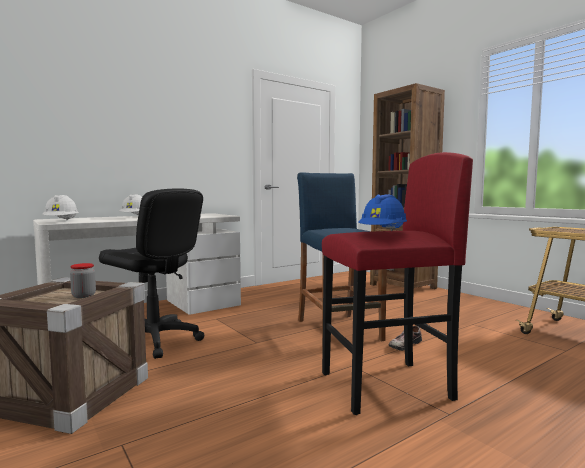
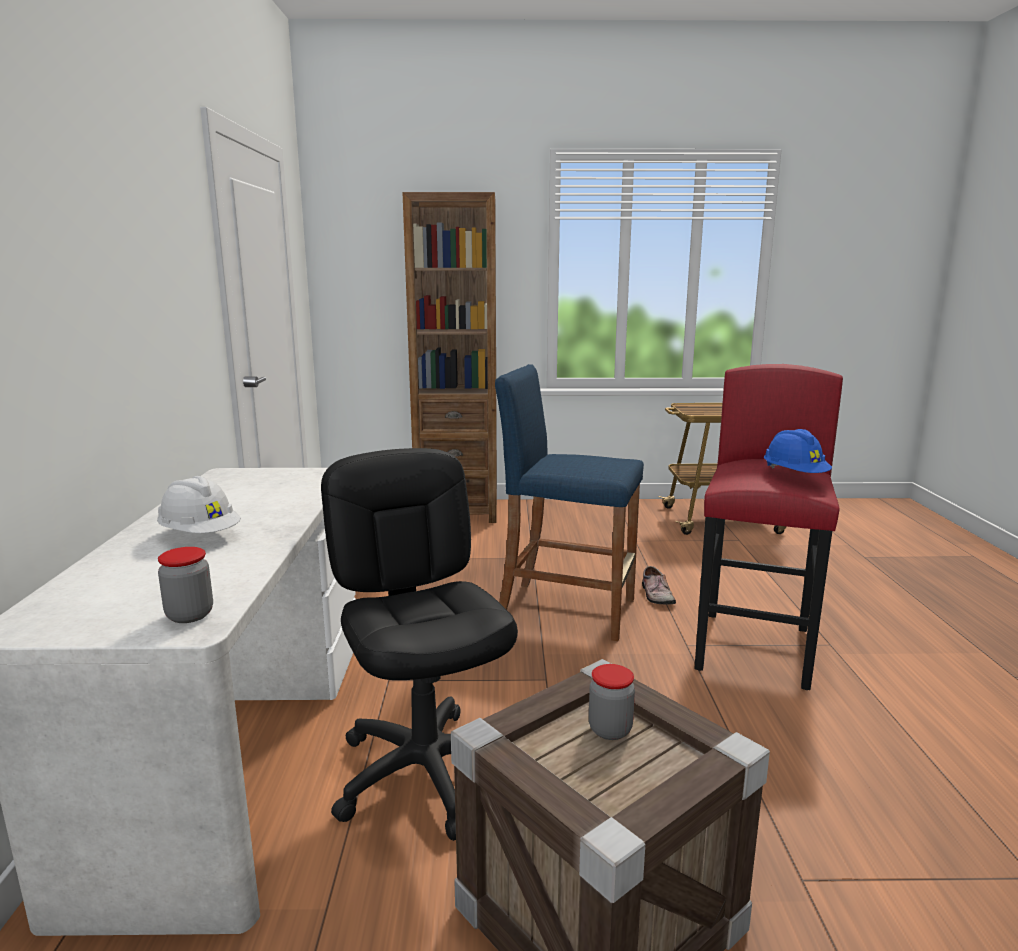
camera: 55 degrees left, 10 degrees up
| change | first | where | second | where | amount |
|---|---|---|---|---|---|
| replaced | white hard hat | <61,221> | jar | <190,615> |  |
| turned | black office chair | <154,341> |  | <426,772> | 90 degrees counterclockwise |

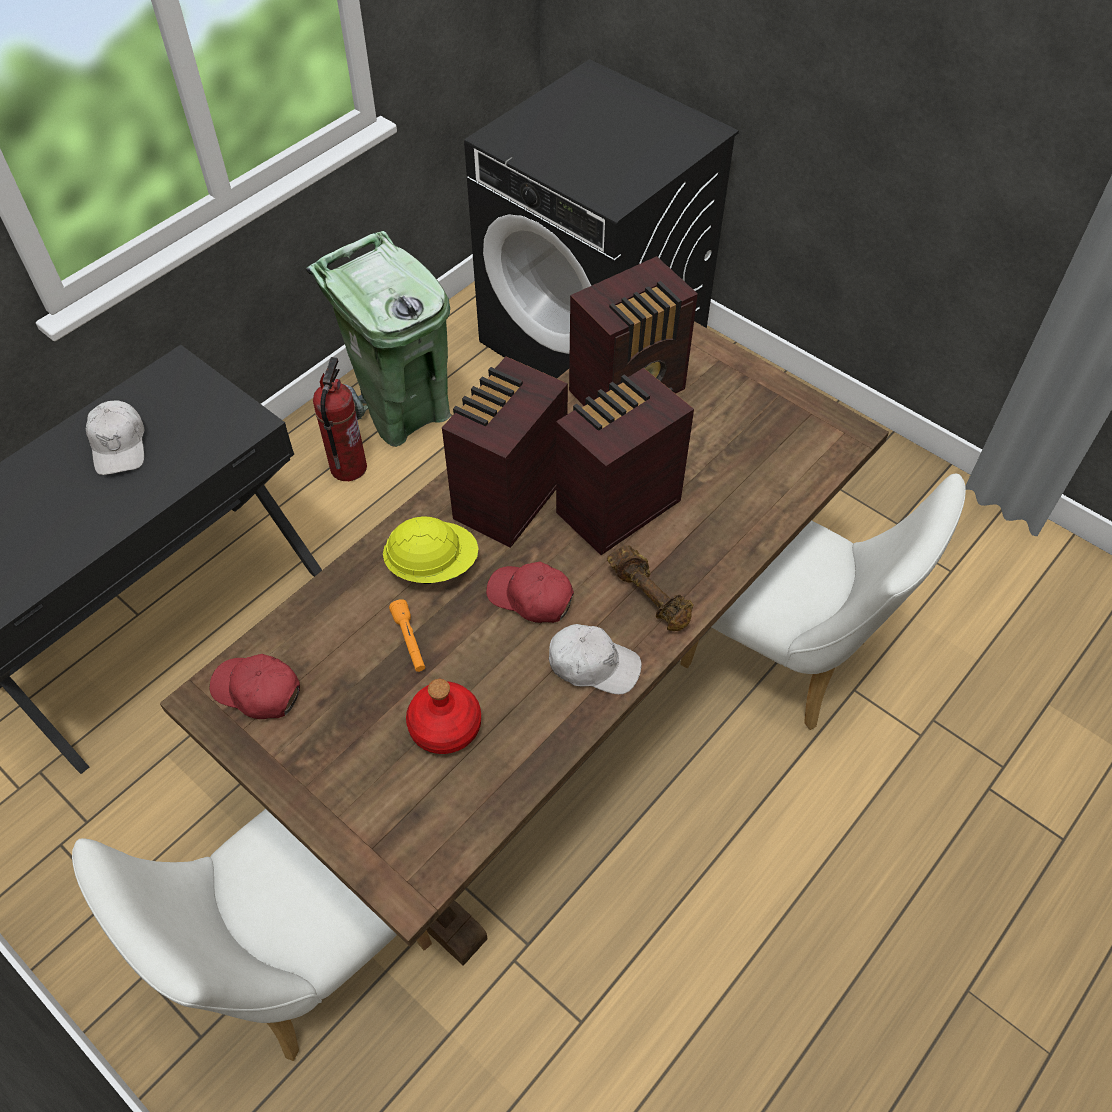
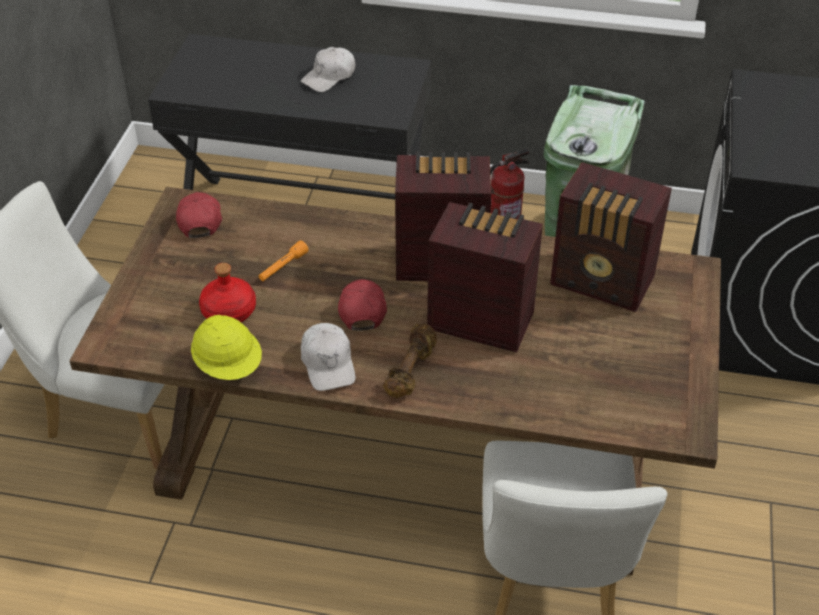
camera: 60 degrees right, 10 degrees down
| change | first | where | second | where | amount |
|---|---|---|---|---|---|
| moved | yellow hard hat | <433,565> |  | <229,365> |  |

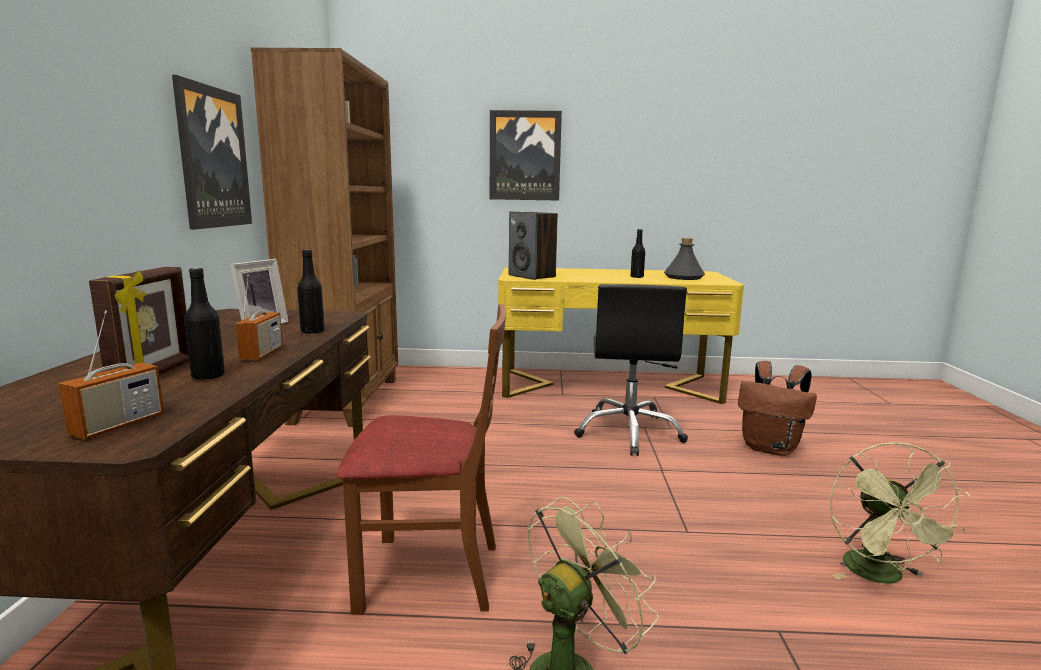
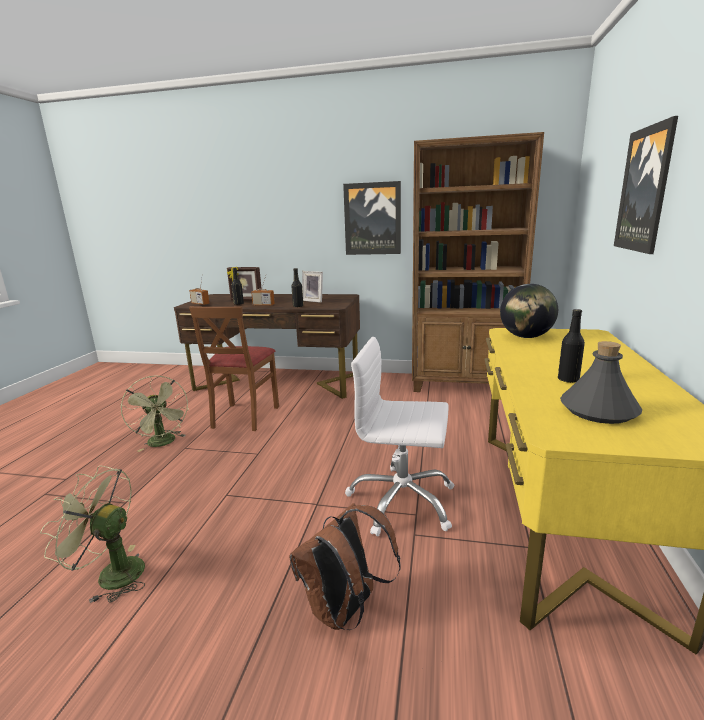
camera: 100 degrees right, 5 degrees up
| change | first | where | second | where | amount |
|---|---|---|---|---|---|
| recoloured | black office chair | <629,432> | white office chair | <401,501> |  |
| replaced | speaker | <532,276> | globe | <526,337> |  |

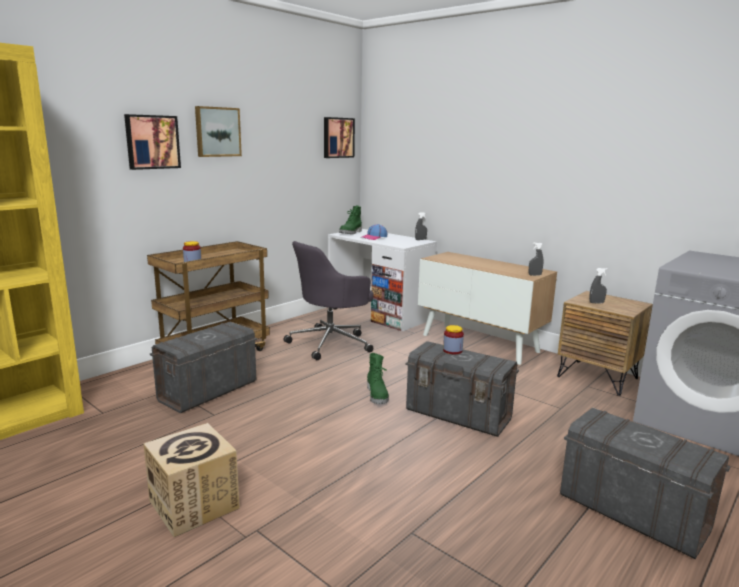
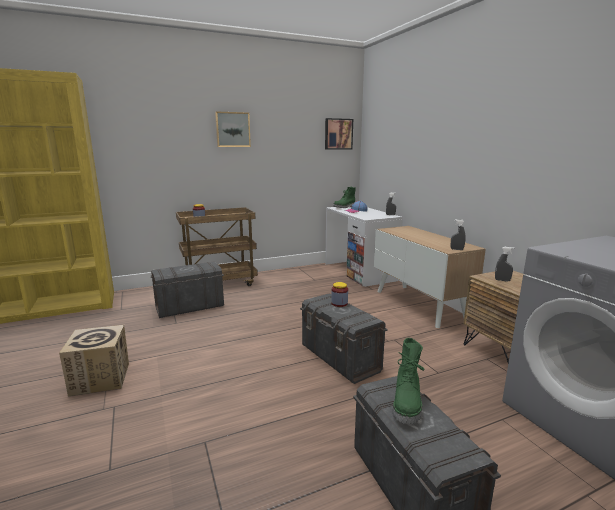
camera: 25 degrees right, 0 degrees up
| change | first | where | second | where | amount |
|---|---|---|---|---|---|
| moved | green boot | <377,395> |  | <407,403> |  |
| removed | picture | <152,142> |  |  |  |
| removed | grey office chair | <331,343> |  |  |  |

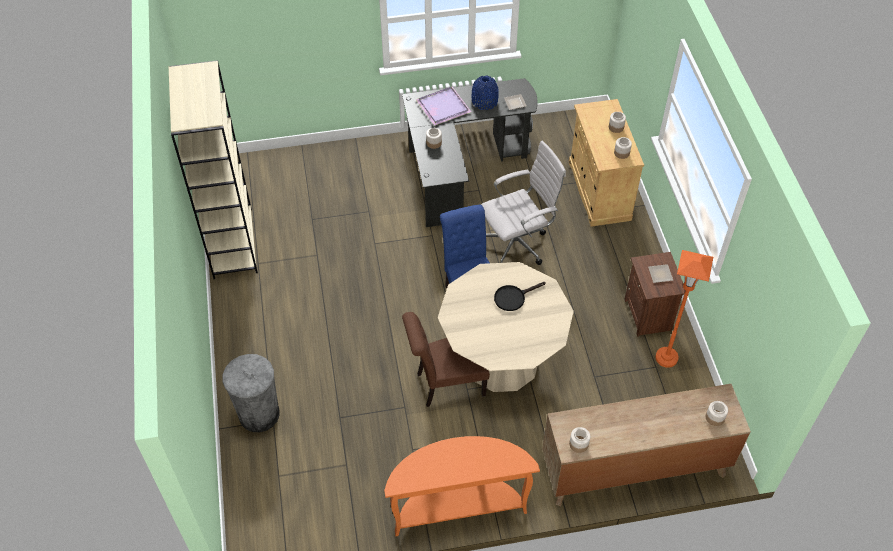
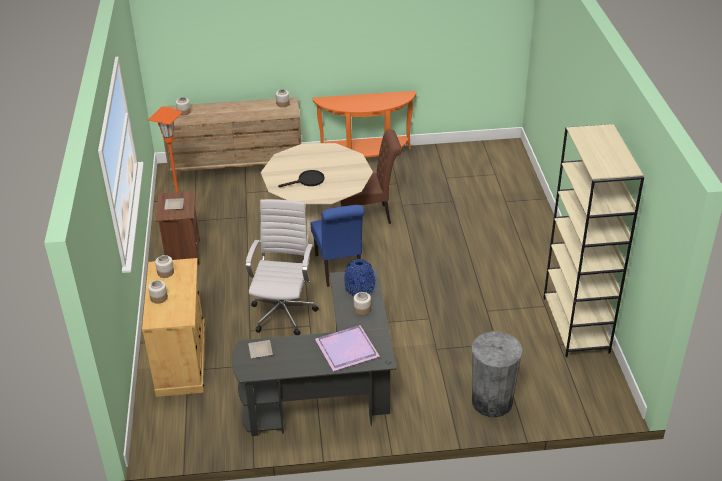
camera: 175 degrees left, 15 degrees down
| change | first | where | second | where | amount |
|---|---|---|---|---|---|
| turned | white office chair | <518,244> |  | <284,312> | 120 degrees clockwise |
| moved | blue vase | <484,101> |  | <359,288> |  |
| moved | grey trash can | <259,414> |  | <492,402> |  |

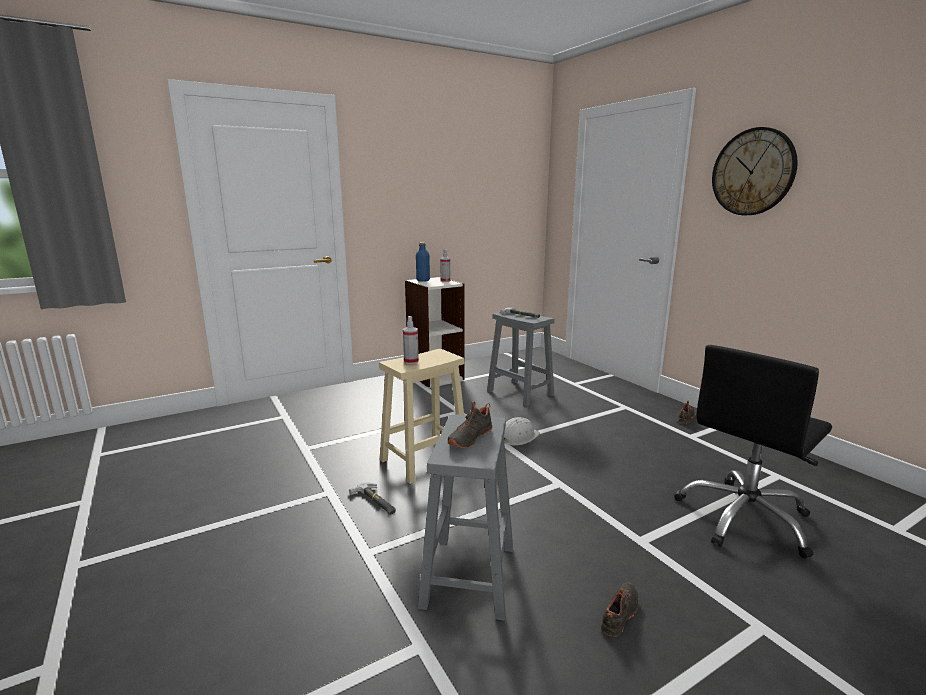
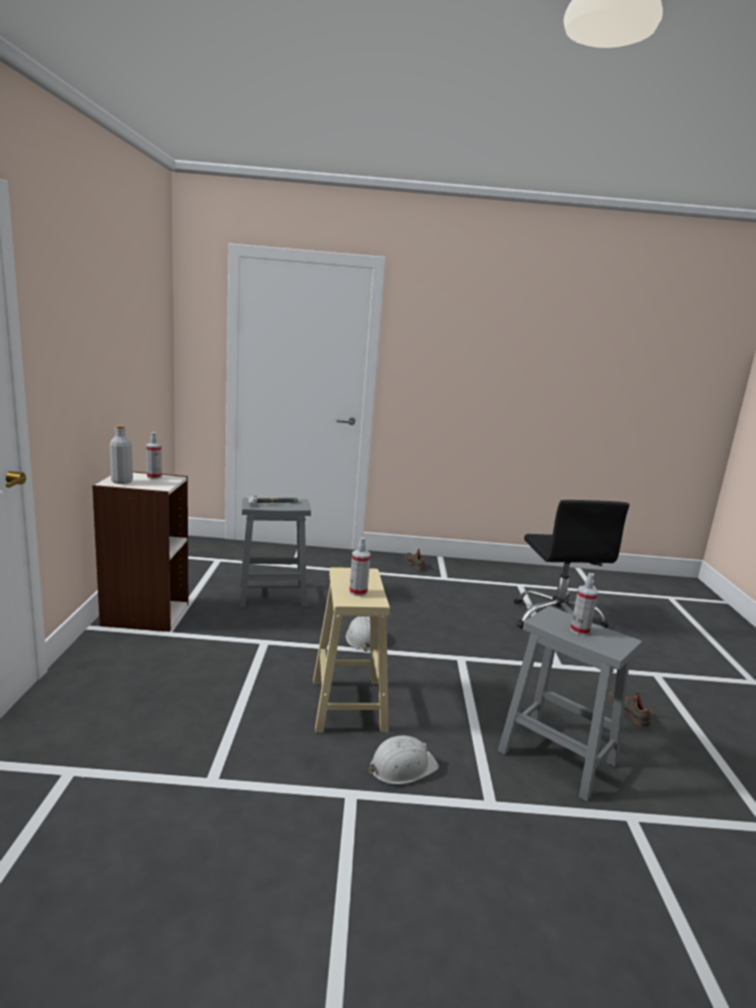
camera: 60 degrees left, 0 degrees up
| change | first | where | second | where | amount |
|---|---|---|---|---|---|
| recoloured | blue bottle | <423,280> | grey bottle | <122,481> |  |
| replaced | hammer | <375,501> | white hard hat | <402,767> |  |
| replaced | black shoe | <469,438> | spray bottle | <580,630> |  |
| removed | wall clock | <753,172> |  |  |  |

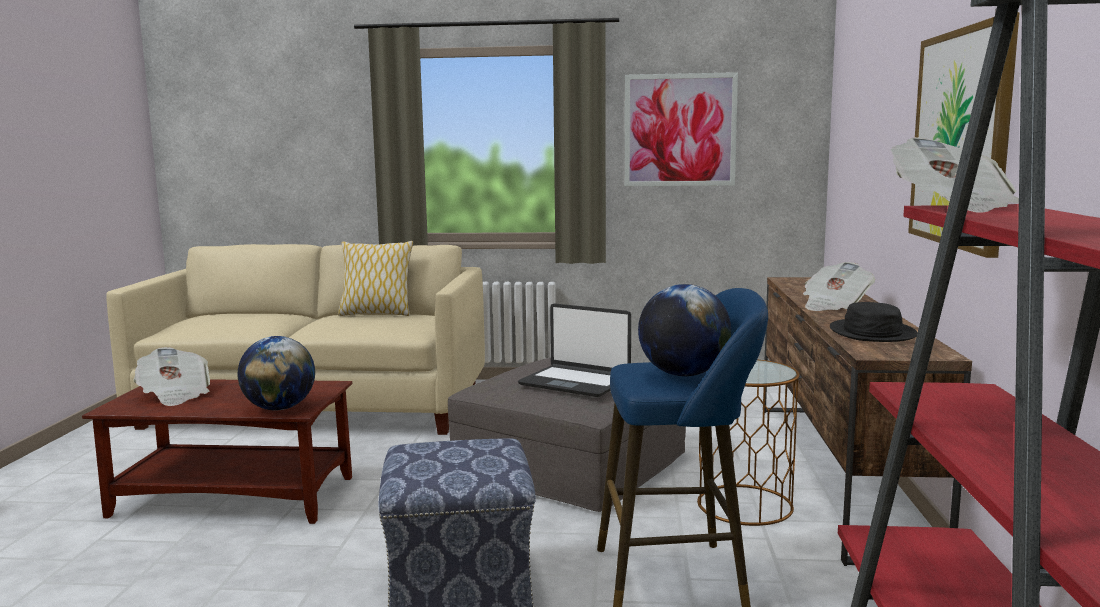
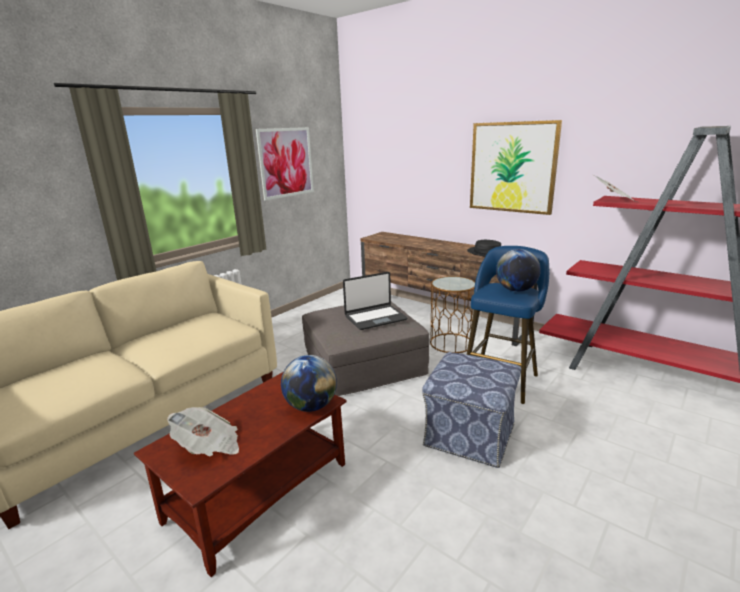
camera: 55 degrees left, 10 degrees up
| change | first | where | second | where | amount |
|---|---|---|---|---|---|
| removed | pillow | <376,314> |  |  |  |
| removed | newspaper | <834,306> |  |  |  |

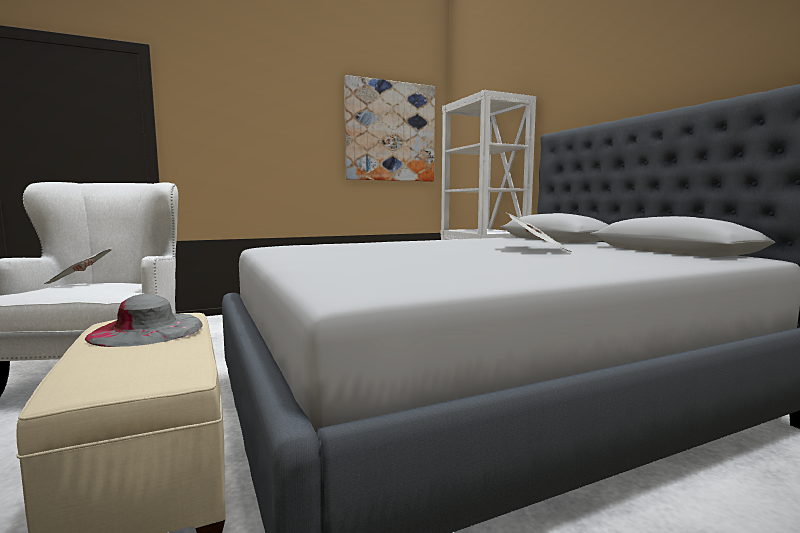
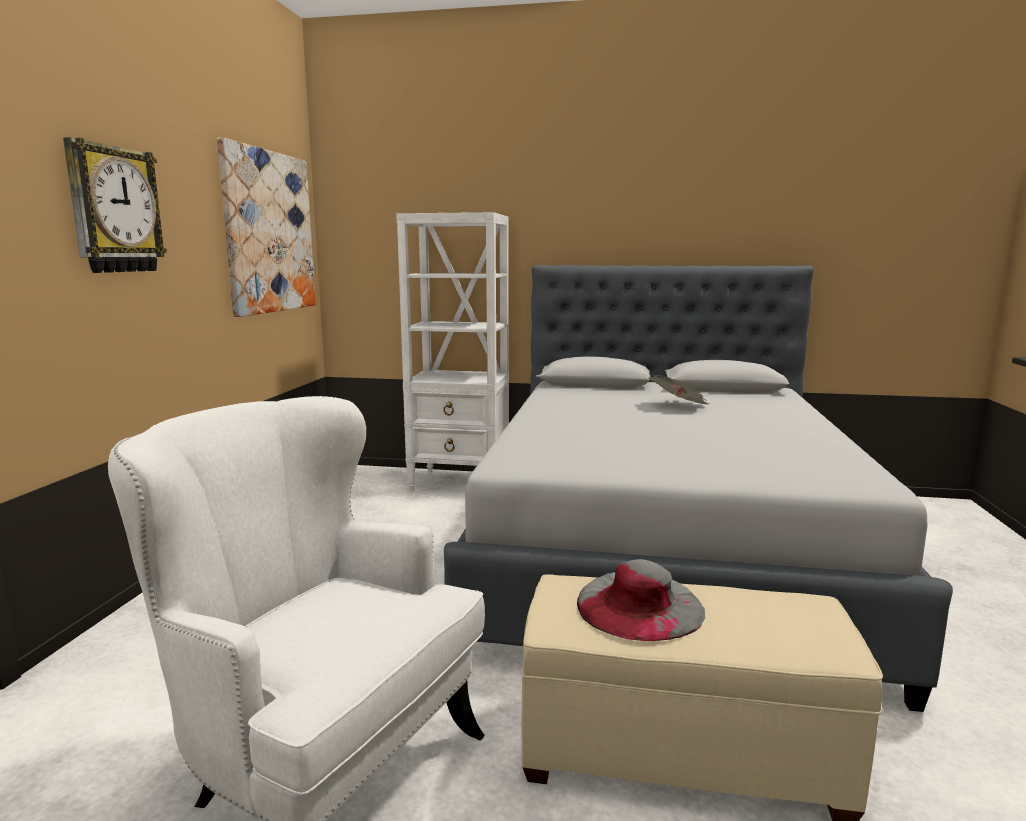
camera: 55 degrees left, 5 degrees up
| change | first | where | second | where | amount |
|---|---|---|---|---|---|
| added |  |  | wall clock | <114,210> |  |
| removed | newspaper | <80,283> |  |  |  |

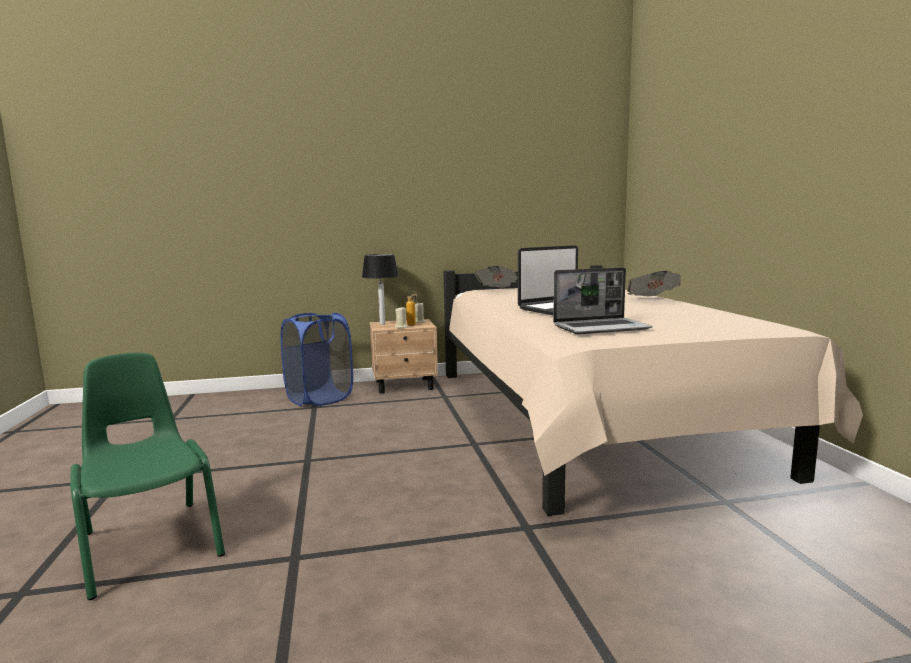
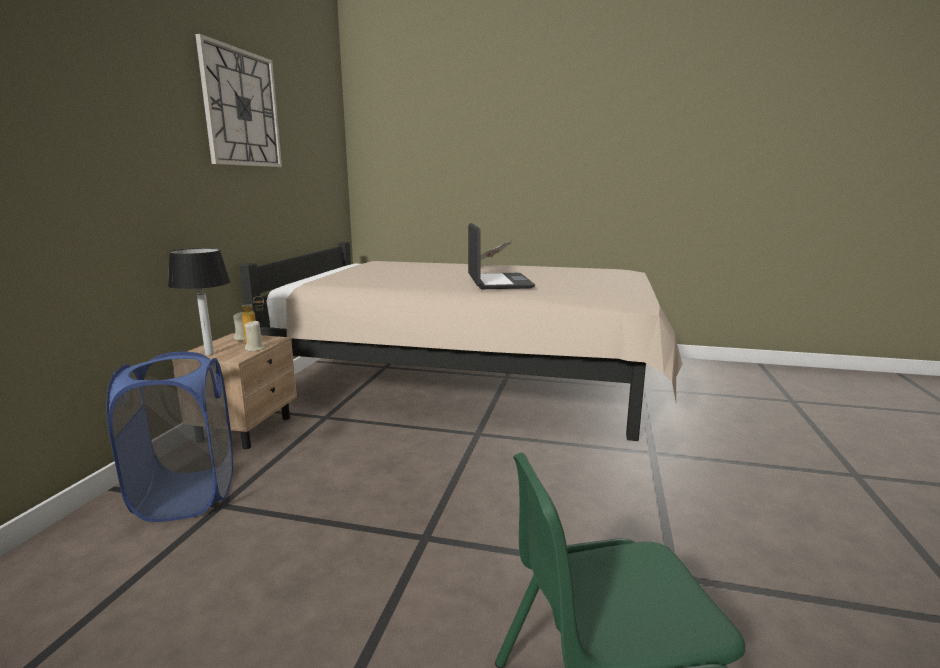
camera: 65 degrees left, 5 degrees up
| change | first | where | second | where | amount |
|---|---|---|---|---|---|
| added |  |  | wall clock | <241,108> |  |
| removed | newspaper | <497,290> |  |  |  |
| removed | laptop | <601,328> |  |  |  |

